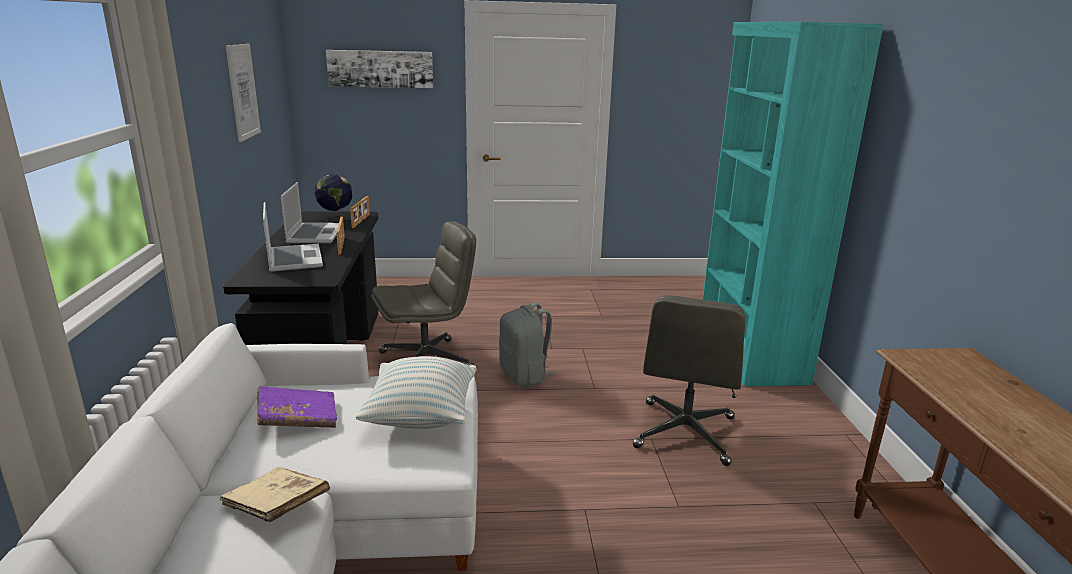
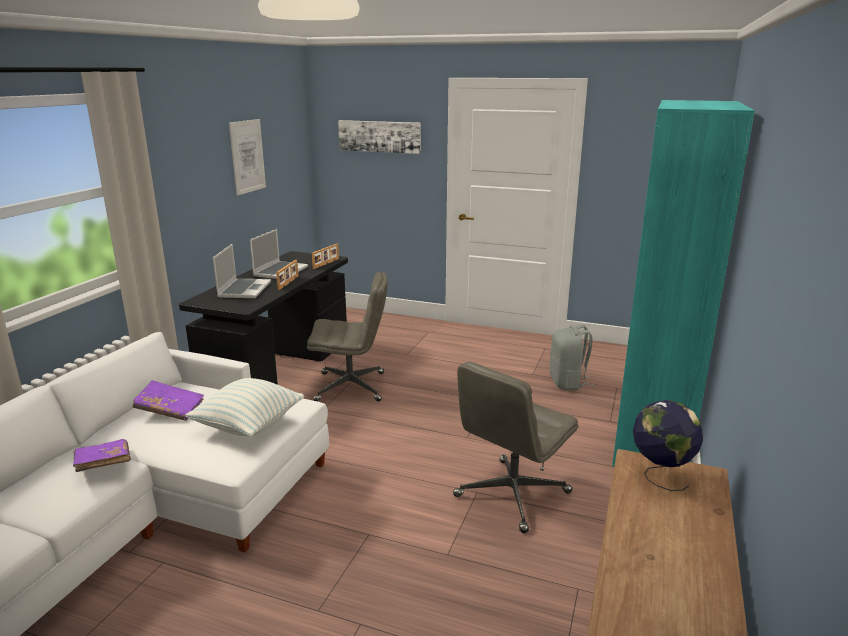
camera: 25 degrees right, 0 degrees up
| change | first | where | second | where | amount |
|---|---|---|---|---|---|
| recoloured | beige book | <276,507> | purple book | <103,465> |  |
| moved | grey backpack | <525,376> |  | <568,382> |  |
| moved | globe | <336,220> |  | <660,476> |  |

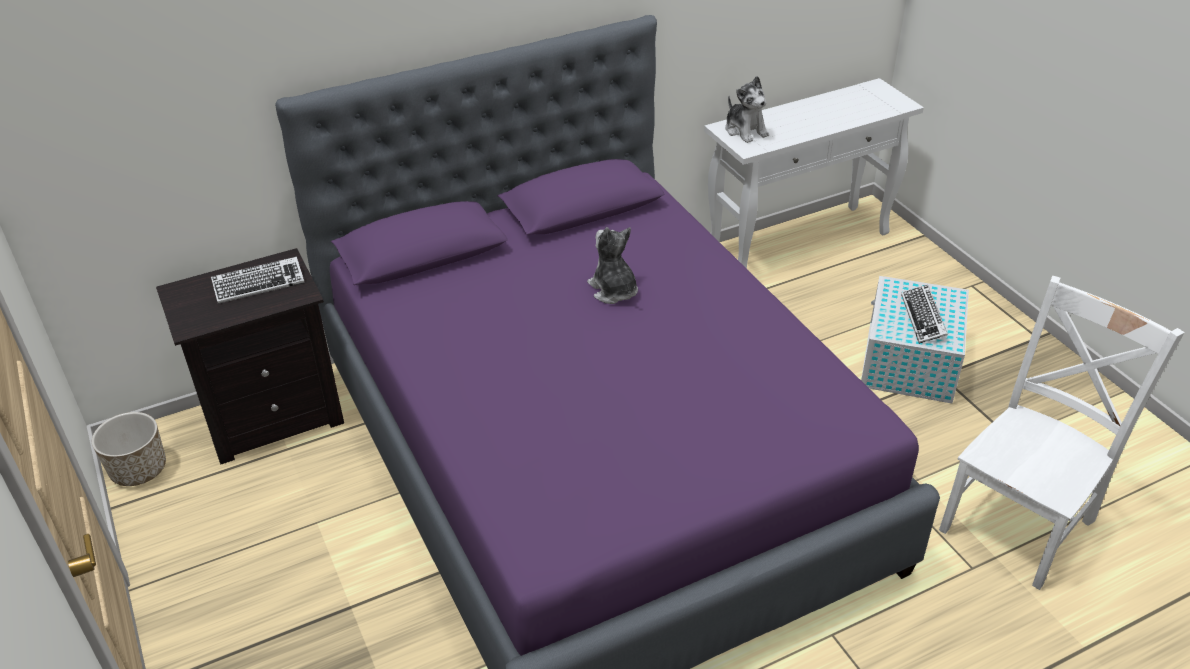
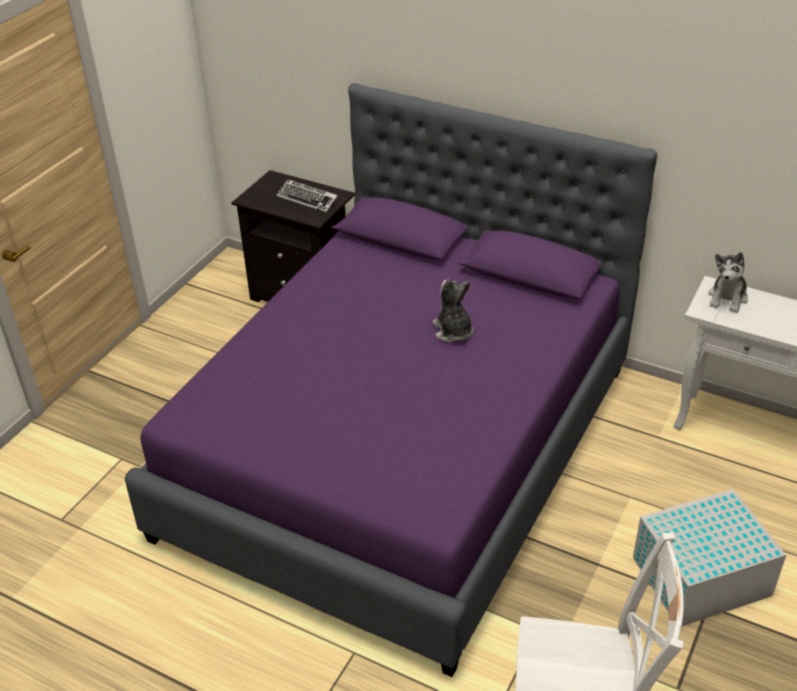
camera: 55 degrees right, 0 degrees up
| change | first | where | second | where | amount |
|---|---|---|---|---|---|
| turned | plush toy | <613,290> |  | <453,331> | 45 degrees counterclockwise |
| removed | planter | <138,469> |  |  |  |
| removed | keyboard | <923,318> |  |  |  |

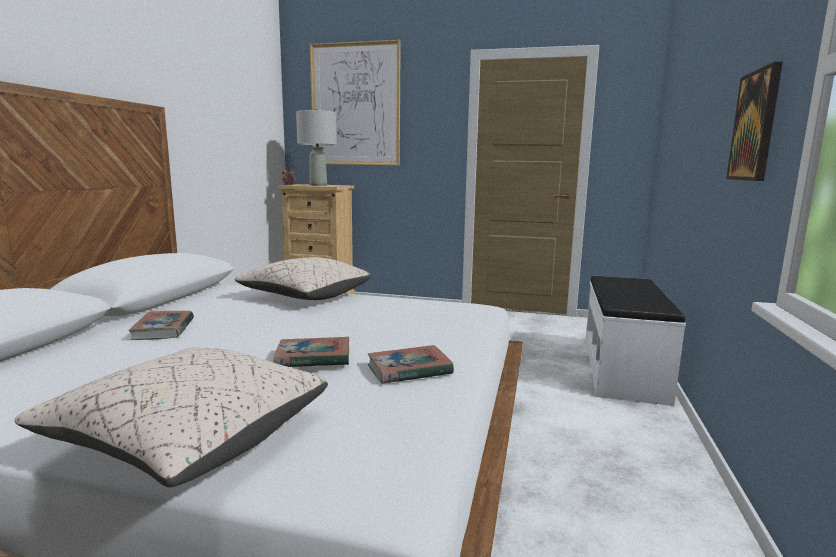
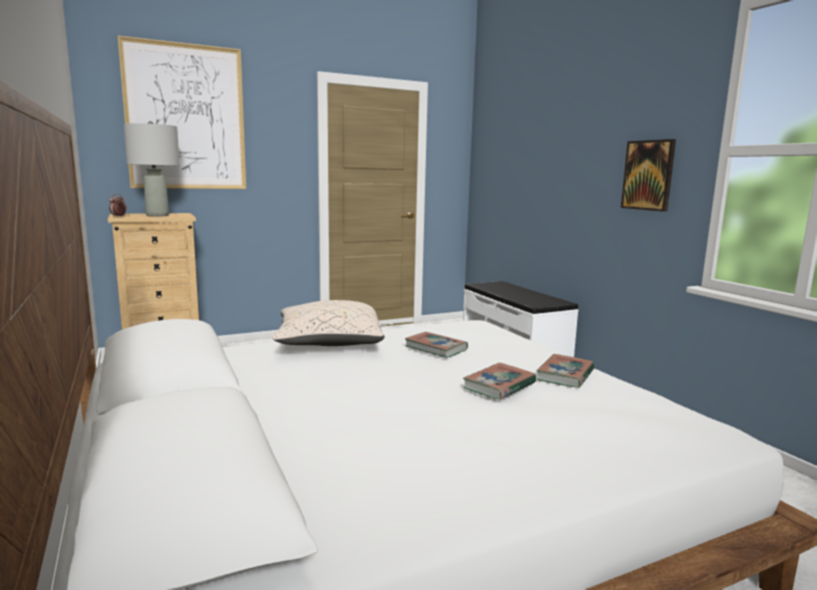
camera: 40 degrees left, 0 degrees up
| change | first | where | second | where | amount |
|---|---|---|---|---|---|
| moved | book | <163,329> |  | <436,348> |  |
| removed | beige pillow | <189,438> |  |  |  |

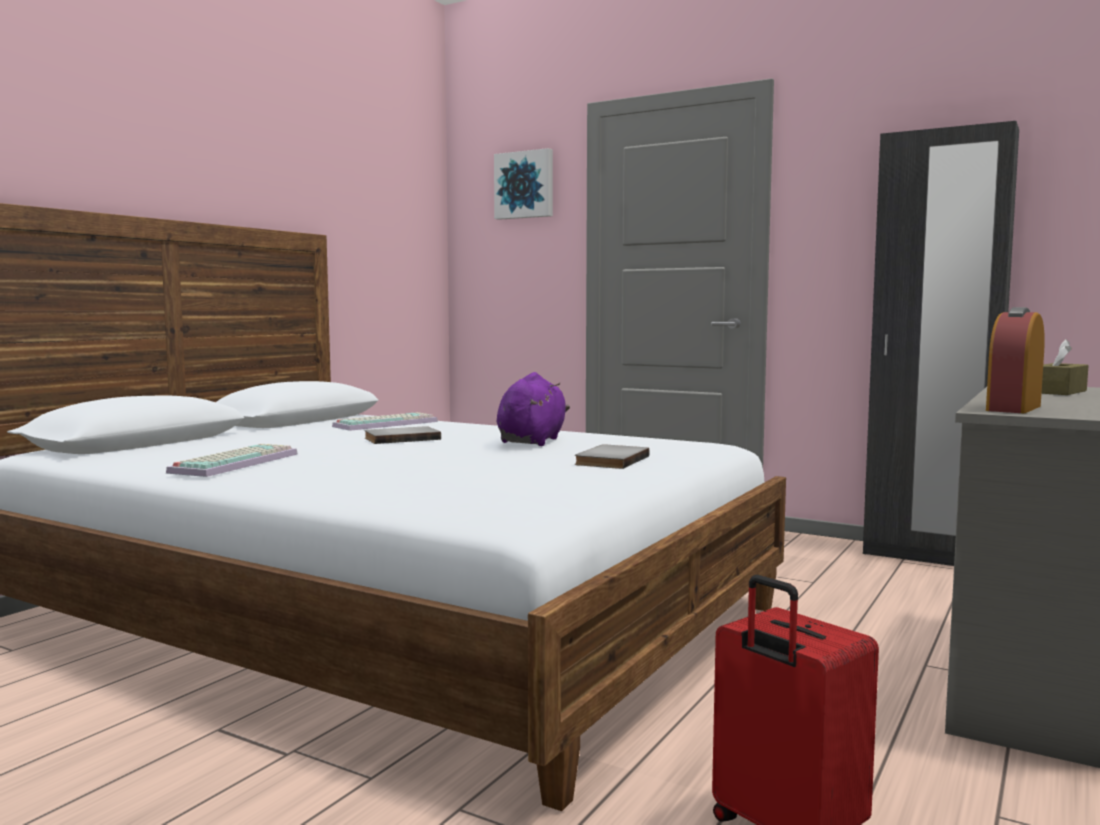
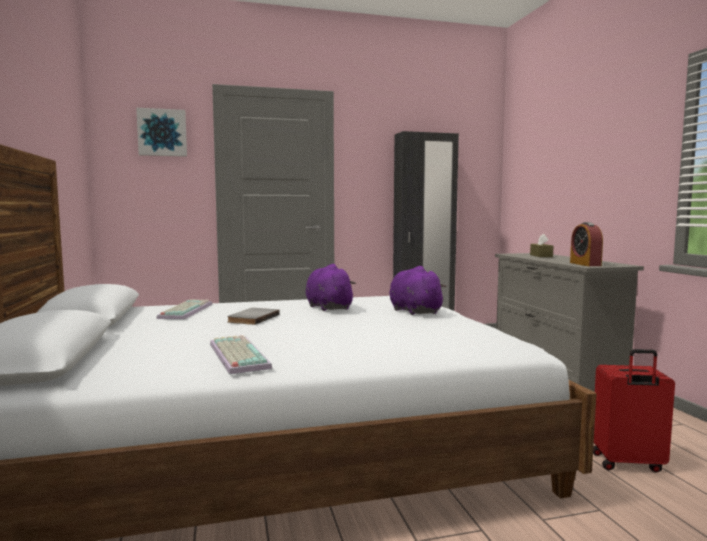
camera: 45 degrees left, 0 degrees up
| change | first | where | second | where | amount |
|---|---|---|---|---|---|
| replaced | grey book | <609,460> | purple plush toy | <413,311> |  |

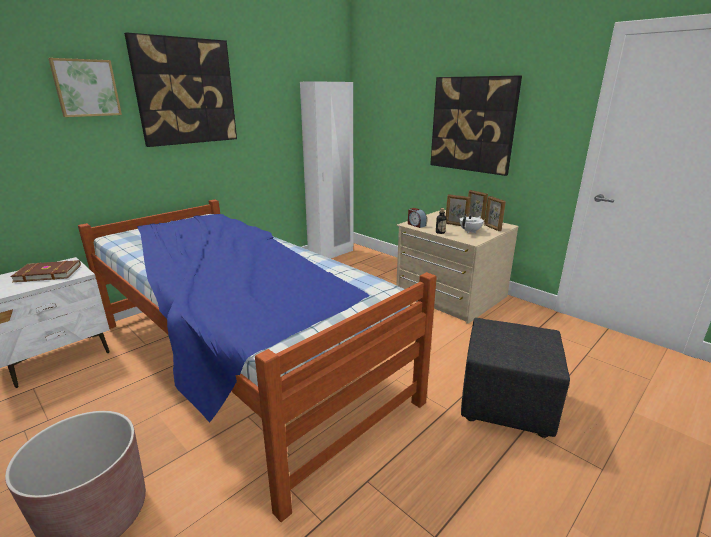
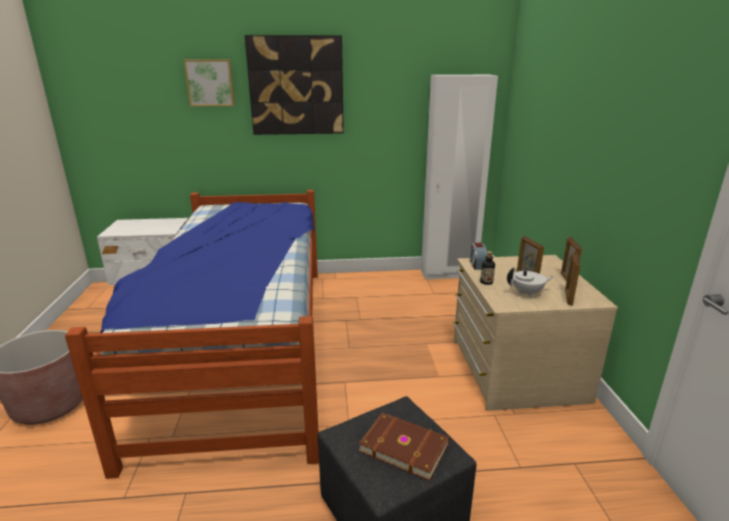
camera: 40 degrees right, 0 degrees up
| change | first | where | second | where | amount |
|---|---|---|---|---|---|
| moved | brown book | <48,273> |  | <404,446> |  |
| removed | picture | <472,124> |  |  |  |

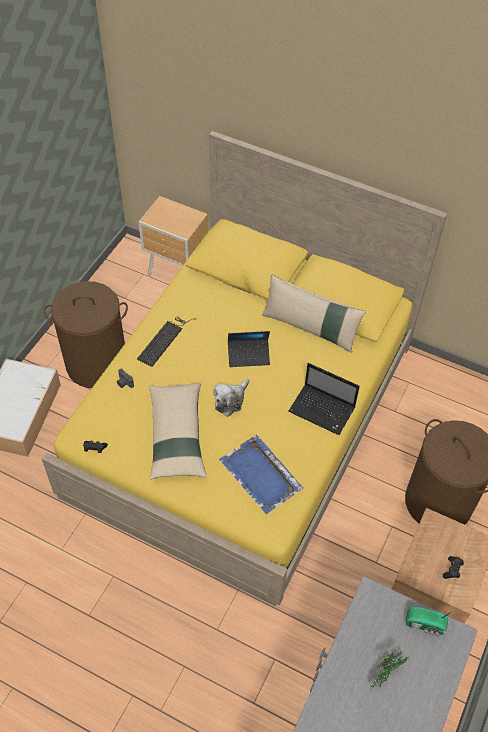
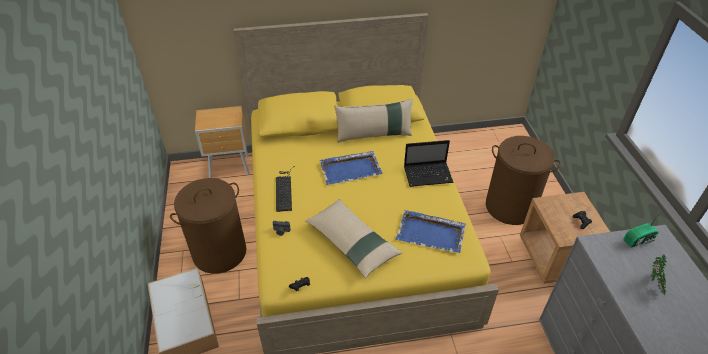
camera: 35 degrees left, 10 degrees down
| change | first | where | second | where | amount |
|---|---|---|---|---|---|
| replaced | laptop | <248,355> | blue tray | <351,169> |  |
| removed | plush toy | <230,400> |  |  |  |

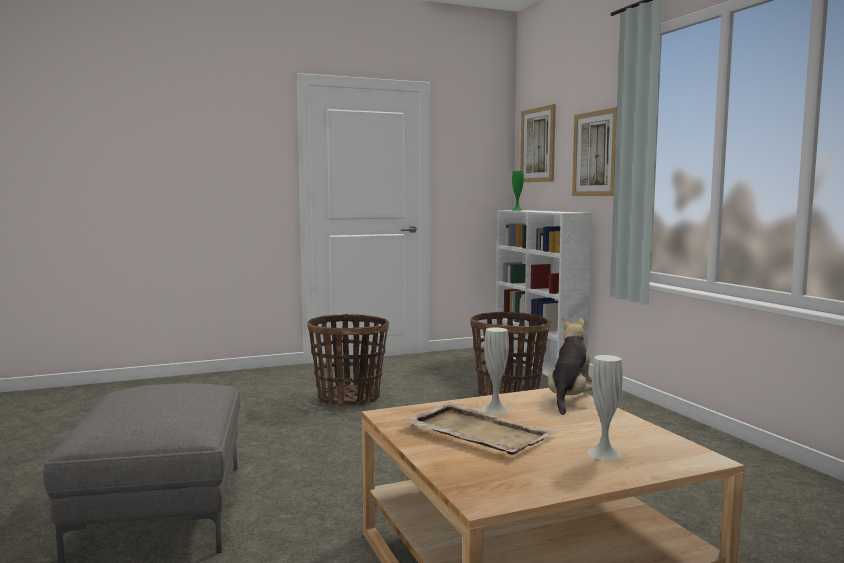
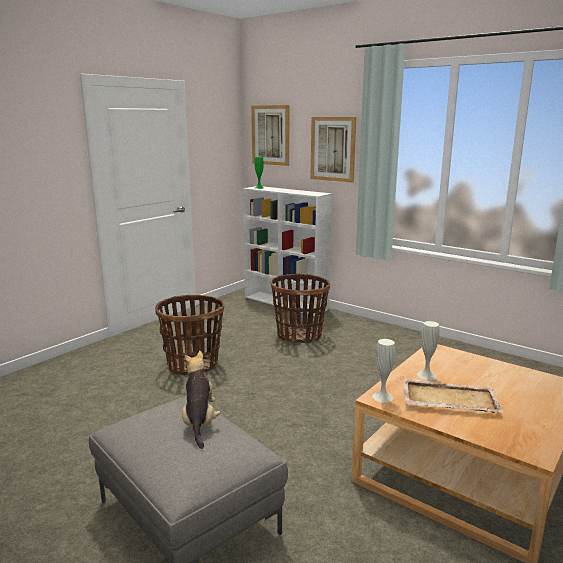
camera: 30 degrees left, 10 degrees up
| change | first | where | second | where | amount |
|---|---|---|---|---|---|
| moved | plush toy | <569,398> |  | <199,422> |  |
| moved | white vase | <604,453> |  | <382,397> |  |

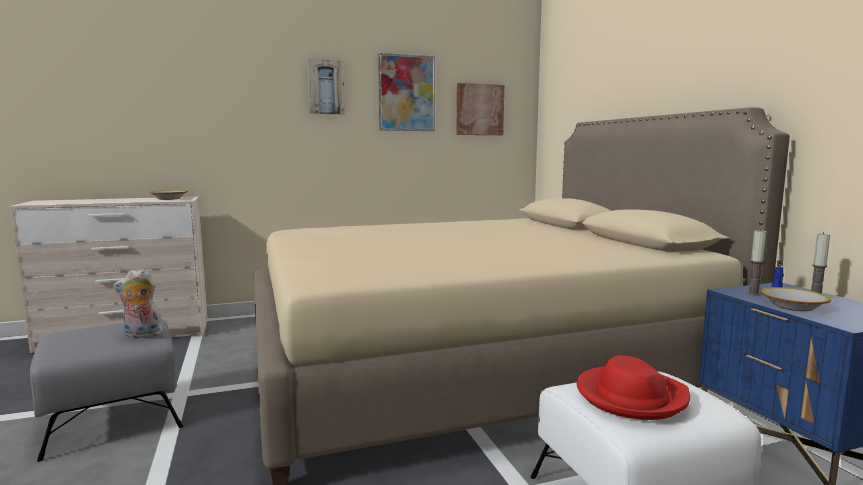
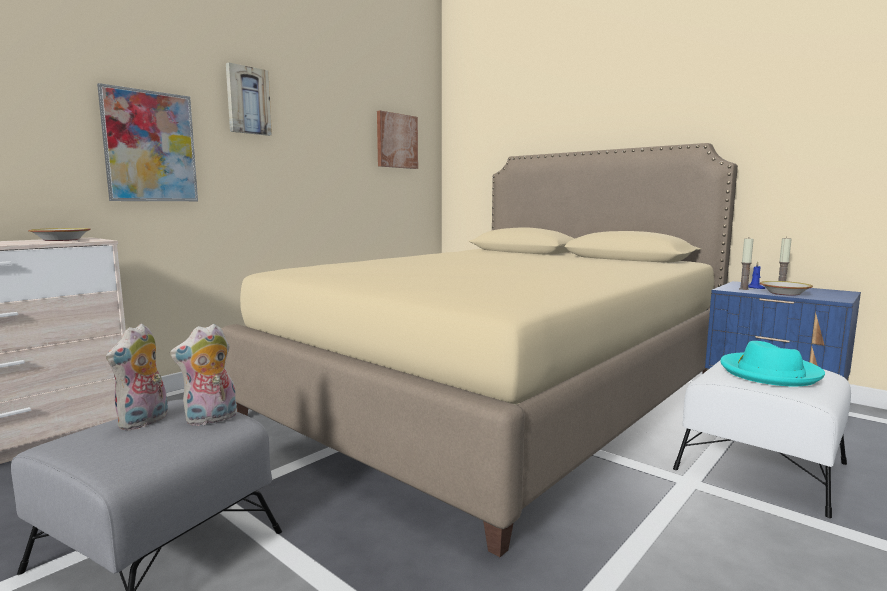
camera: 30 degrees left, 0 degrees up
| change | first | where | second | where | amount |
|---|---|---|---|---|---|
| moved | picture | <406,93> |  | <150,147> |  |
| added |  |  | plush toy | <144,422> |  |
| recoloured | red hat | <630,396> | turquoise hat | <769,373> |  |

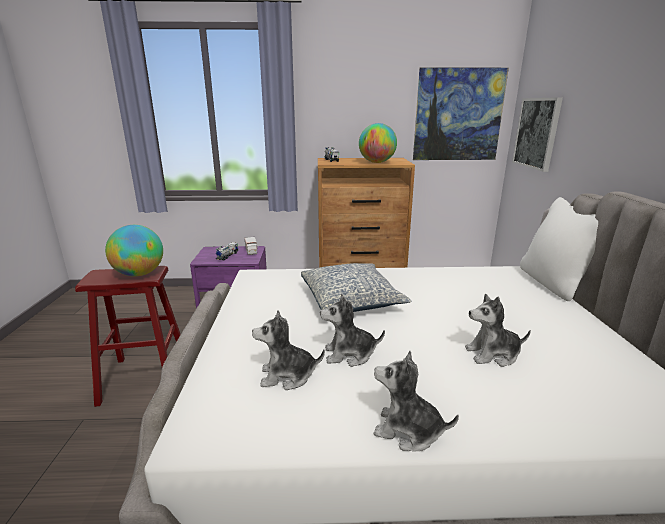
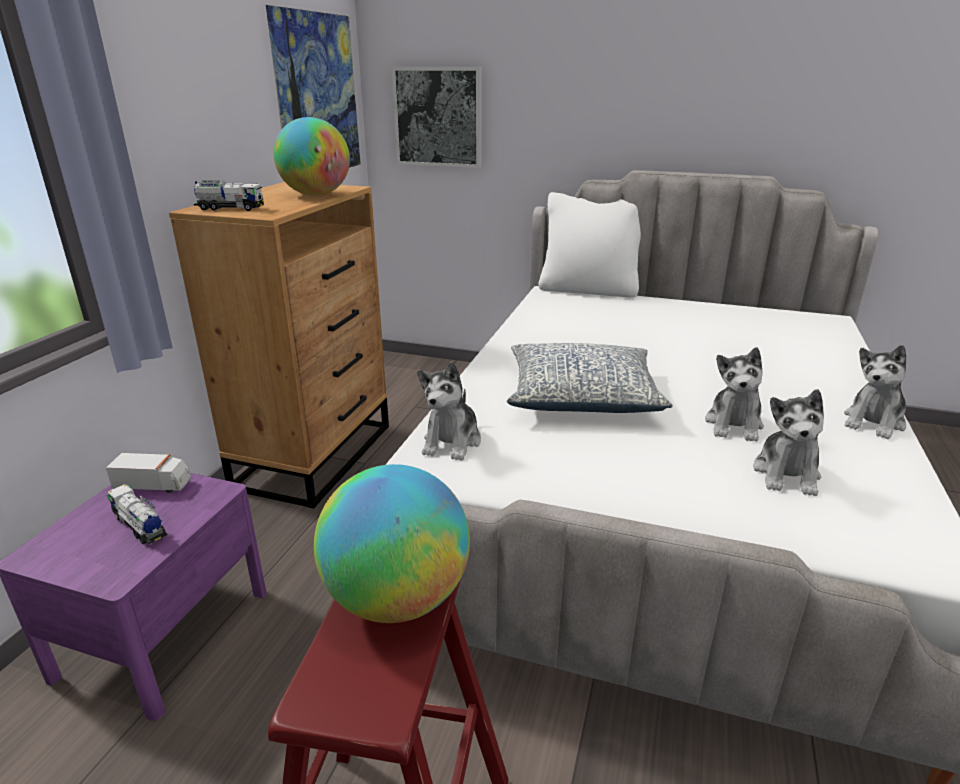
camera: 70 degrees left, 5 degrees up
| change | first | where | second | where | amount |
|---|---|---|---|---|---|
| moved | plush toy | <493,354> |  | <452,442> |  |

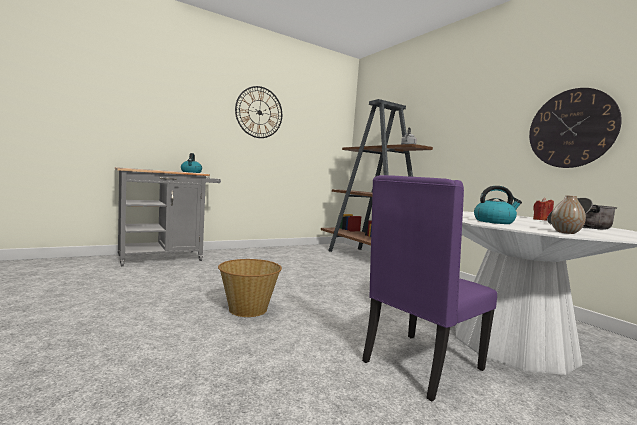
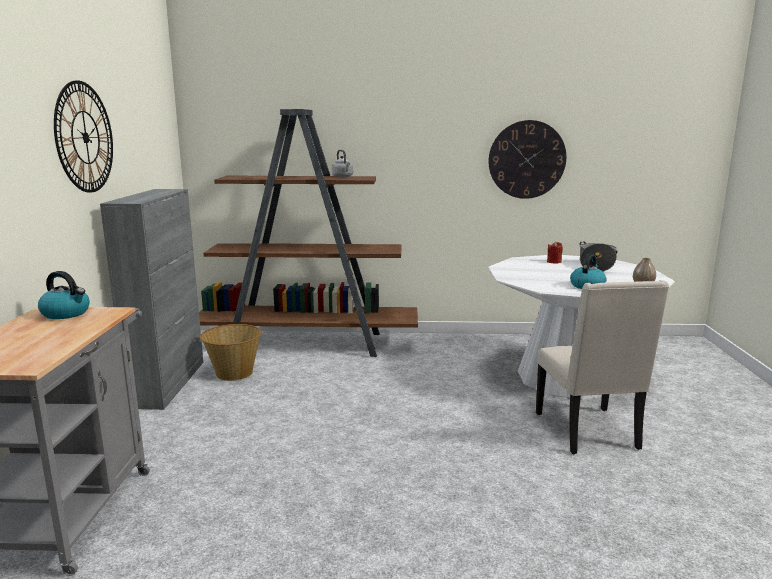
camera: 55 degrees left, 10 degrees up
| change | first | where | second | where | amount |
|---|---|---|---|---|---|
| added |  |  | grey cabinet | <168,383> |  |
| moved | basket | <248,309> |  | <233,373> |  |
| recoloured | purple chair | <420,366> | beige chair | <589,432> |  |

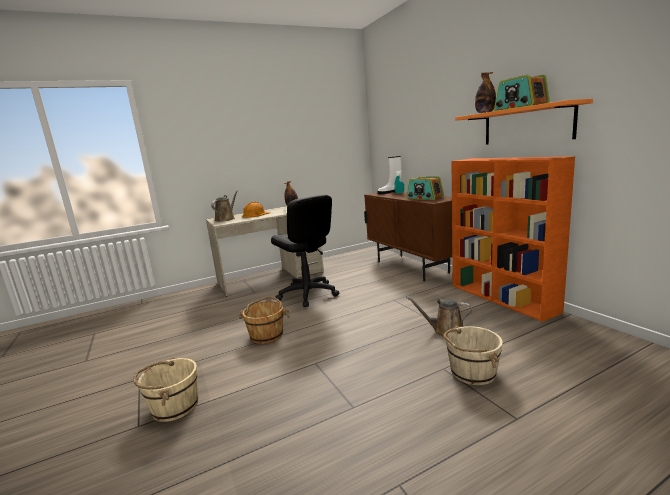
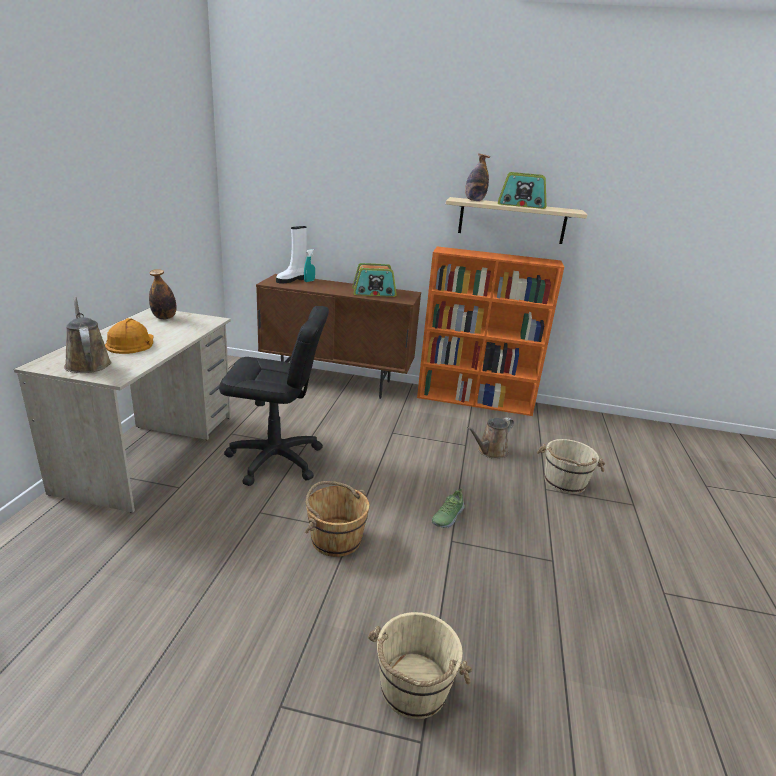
camera: 55 degrees left, 10 degrees up
| change | first | where | second | where | amount |
|---|---|---|---|---|---|
| added |  |  | shoe | <447,517> |  |
| recoloured | orange shelf | <526,125> | beige shelf | <512,221> |  |

